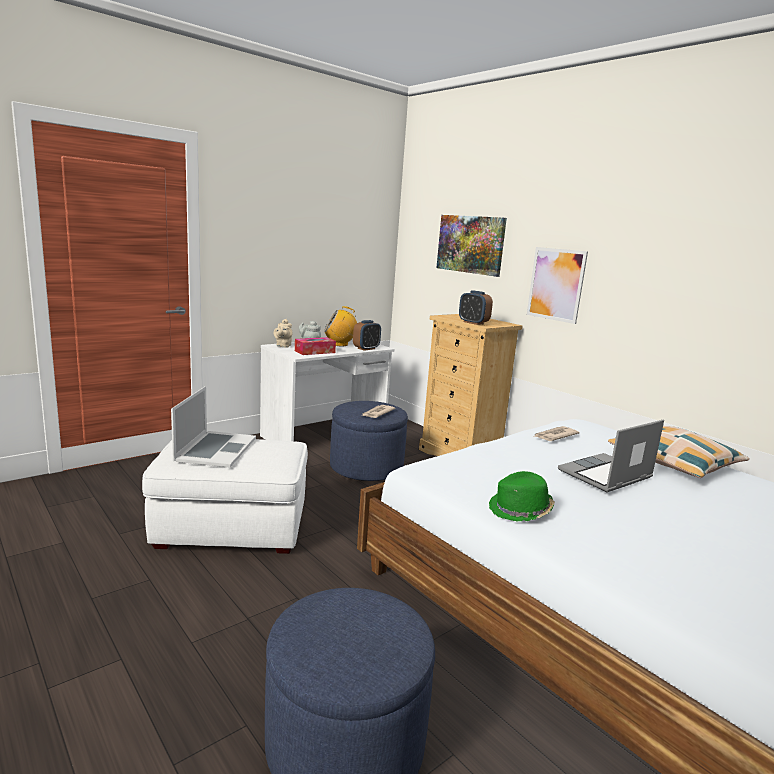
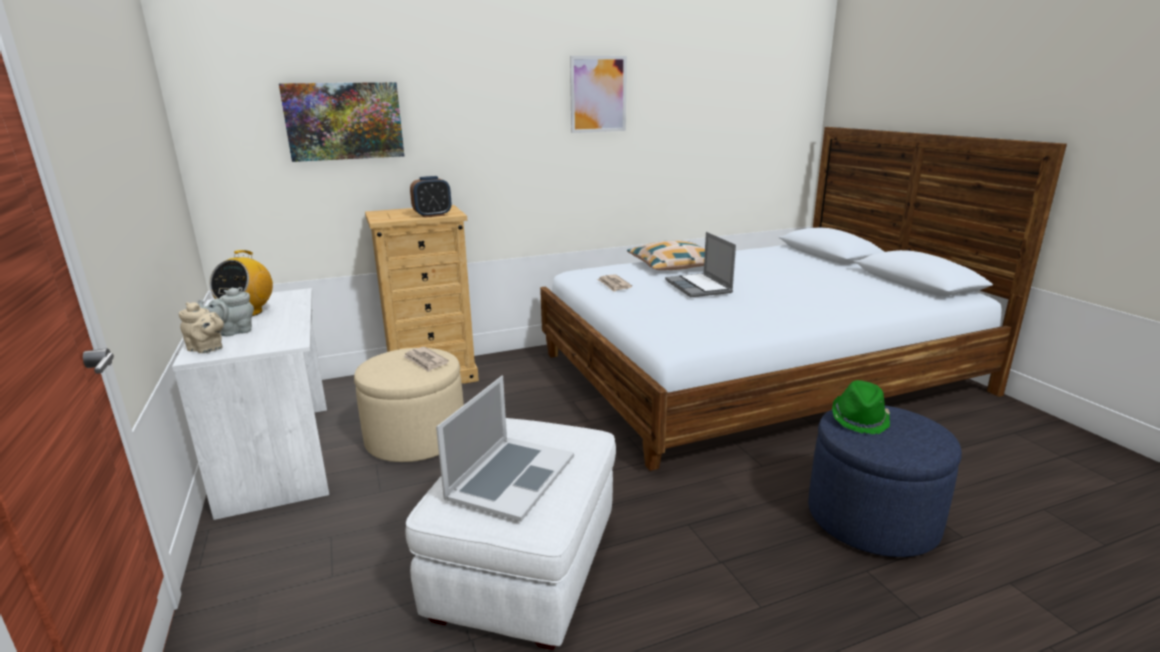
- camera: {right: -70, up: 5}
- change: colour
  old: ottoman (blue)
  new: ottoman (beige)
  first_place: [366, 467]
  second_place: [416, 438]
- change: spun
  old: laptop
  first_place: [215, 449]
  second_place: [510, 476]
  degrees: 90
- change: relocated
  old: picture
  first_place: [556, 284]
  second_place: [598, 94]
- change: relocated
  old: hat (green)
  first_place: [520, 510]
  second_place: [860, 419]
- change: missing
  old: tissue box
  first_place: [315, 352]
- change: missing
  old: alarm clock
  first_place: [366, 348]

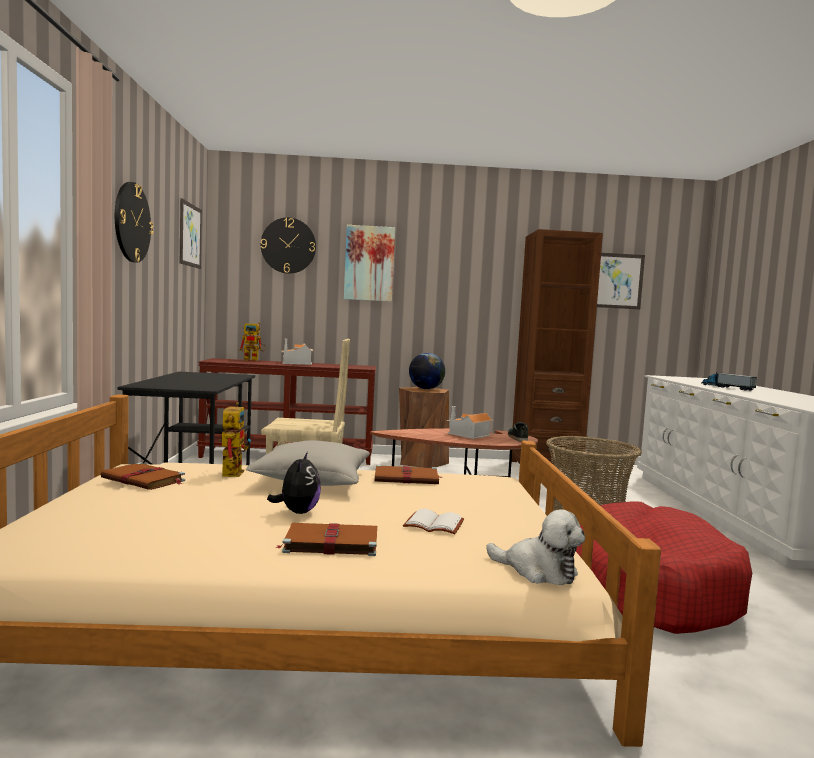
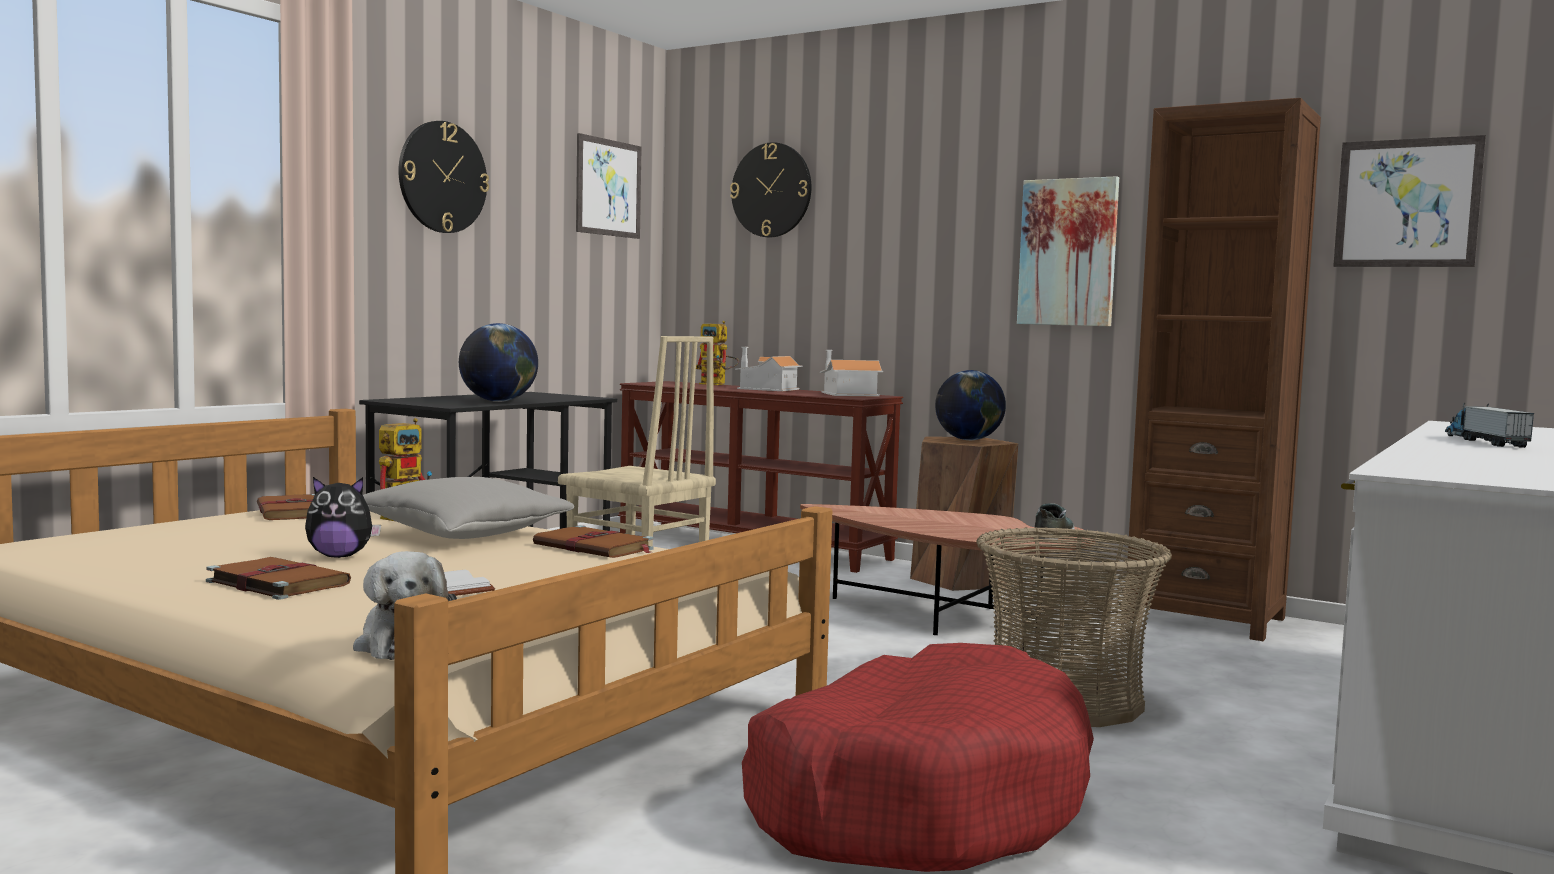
- camera: {right: 35, up: 0}
- change: spun
  old: plush toy
  first_place: [297, 512]
  second_place: [340, 556]
  degrees: 45
- change: appeared
  new: globe
  second_place: [498, 401]
- change: relocated
  old: toy house
  first_place: [468, 435]
  second_place: [846, 394]
- change: relocated
  old: picture
  first_place: [369, 263]
  second_place: [1068, 252]

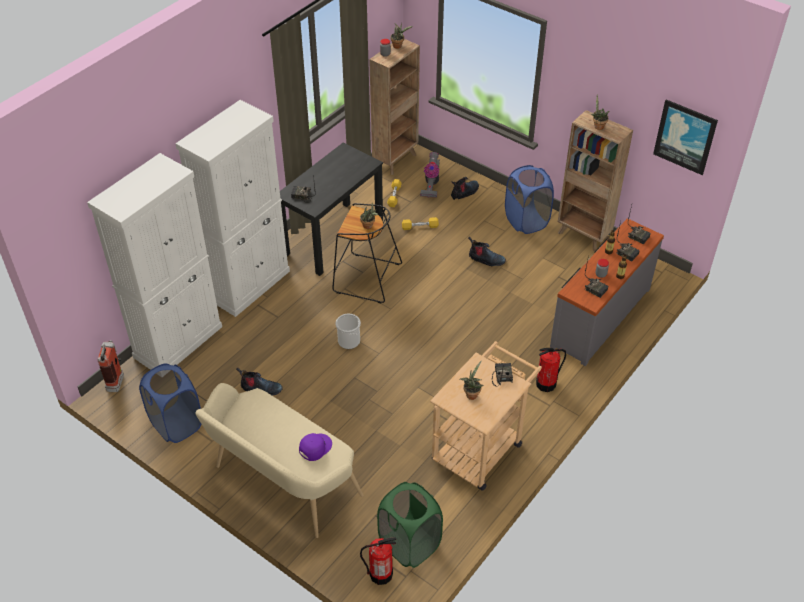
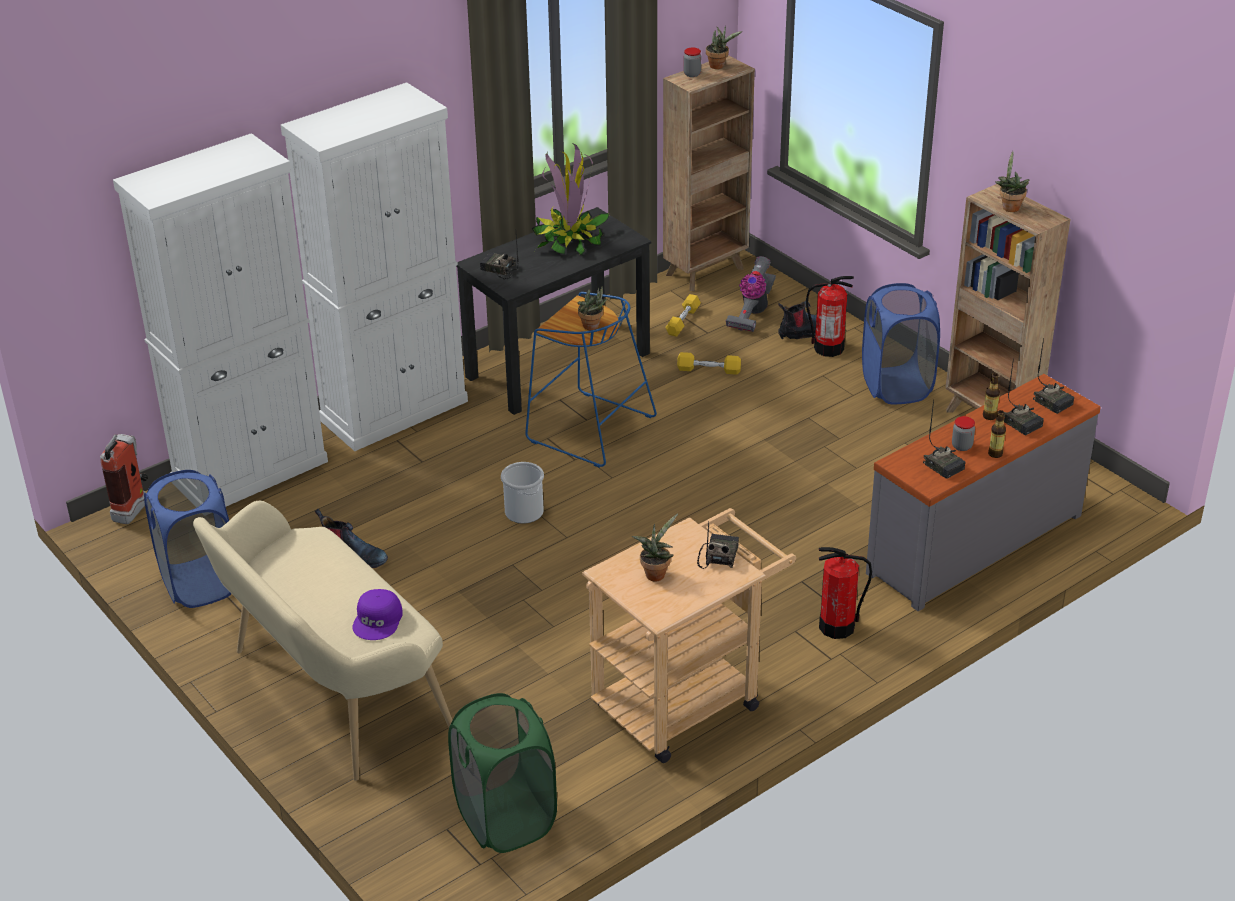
- camera: {right: 15, up: -10}
- change: spun
  old: cap (purple)
  first_place: [315, 447]
  second_place: [378, 620]
  degrees: 135
- change: colour
  old: stool (black)
  new: stool (blue)
  first_place: [366, 278]
  second_place: [588, 429]
- change: appeared
  new: potted plant
  second_place: [569, 240]
- change: relocated
  old: fire extinguisher
  first_place: [380, 574]
  second_place: [828, 348]
- change: missing
  old: boot
  first_place: [486, 260]
- change: missing
  old: picture
  first_place: [685, 136]

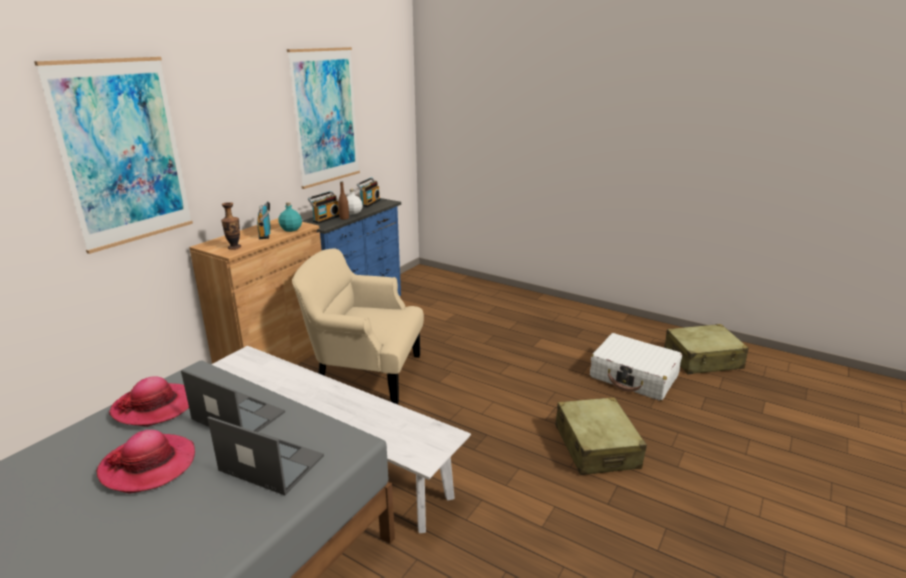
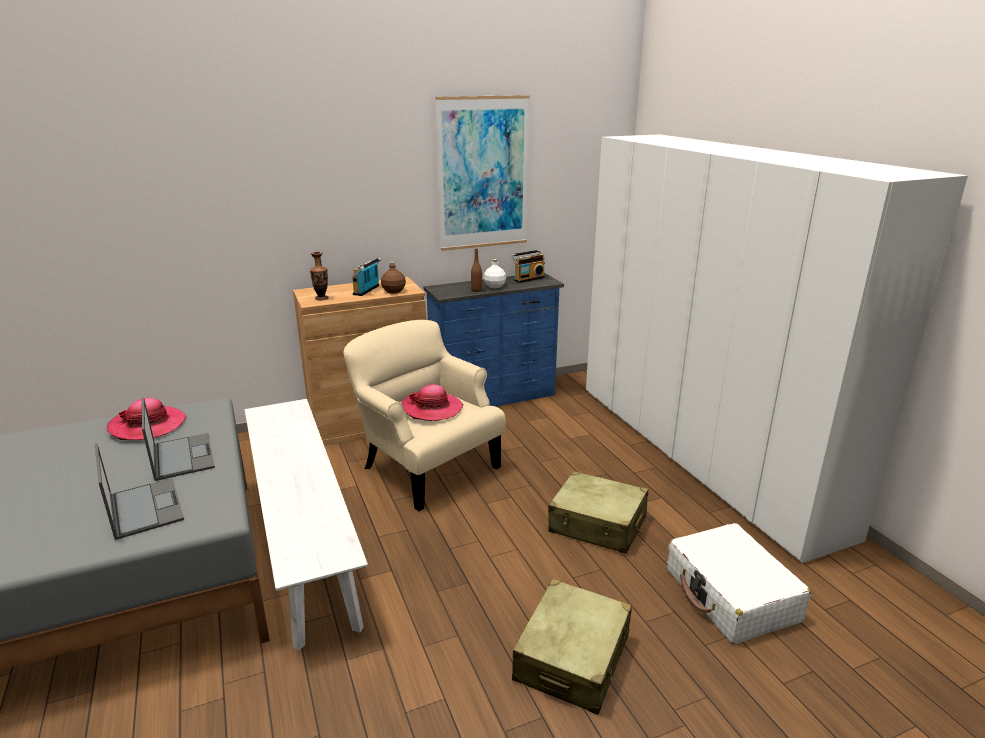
- camera: {right: 35, up: 0}
- change: colour
  old: bottle (turquoise)
  new: bottle (brown)
  first_place: [291, 229]
  second_place: [393, 291]
- change: relocated
  old: hat
  first_place: [149, 465]
  second_place: [432, 408]
- change: relocated
  old: suitcase (beige)
  first_place: [703, 359]
  second_place: [597, 524]
- change: appeared
  new: wardrobe (white)
  second_place: [700, 453]
- change: missing
  old: picture
  first_place: [123, 153]
- change: missing
  old: radio
  first_place: [325, 218]

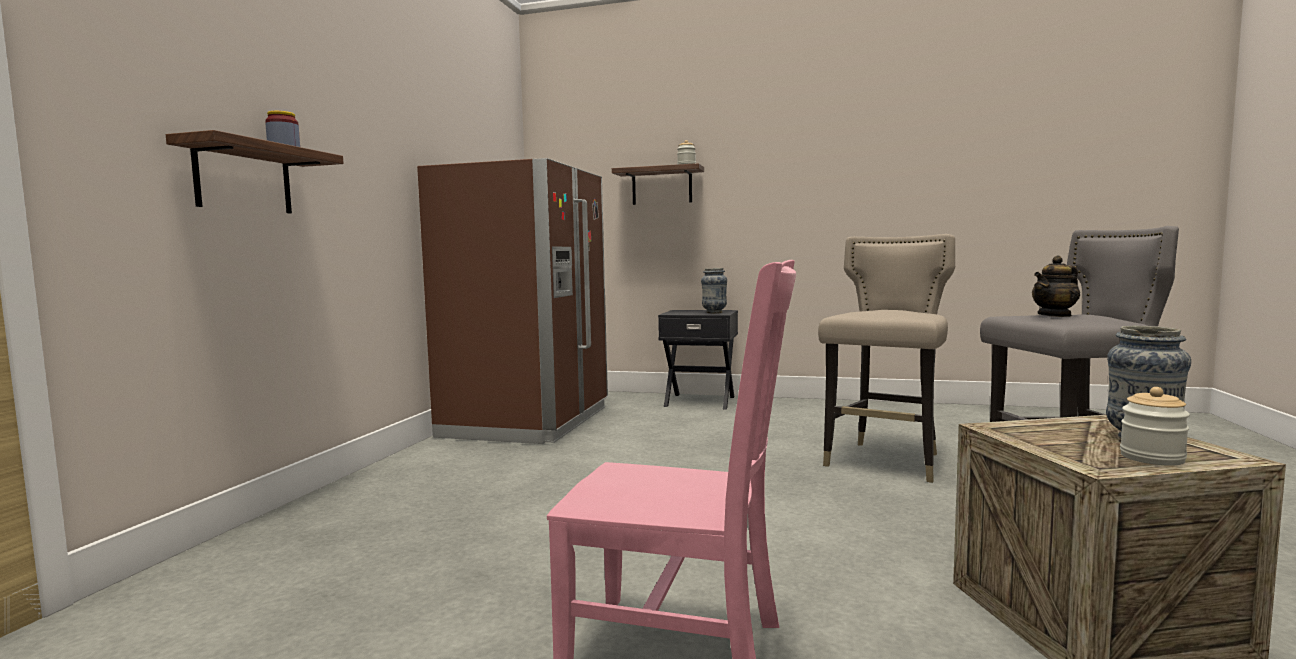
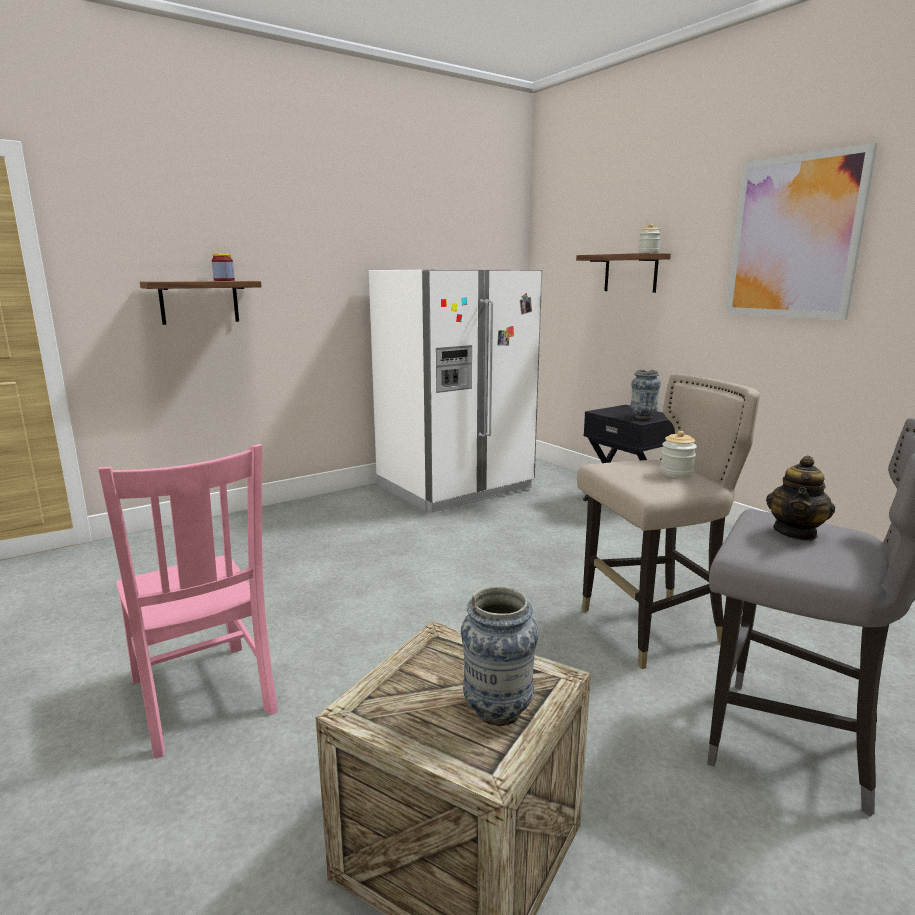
- camera: {right: 40, up: 10}
- change: colour
  old: fridge (brown)
  new: fridge (white)
  first_place: [527, 422]
  second_place: [454, 487]
- change: relocated
  old: jar
  first_place: [1152, 458]
  second_place: [676, 473]
- change: appeared
  new: picture
  second_place: [794, 237]
- change: spun
  old: teapot
  first_place: [1055, 315]
  second_place: [796, 532]
  degrees: -75

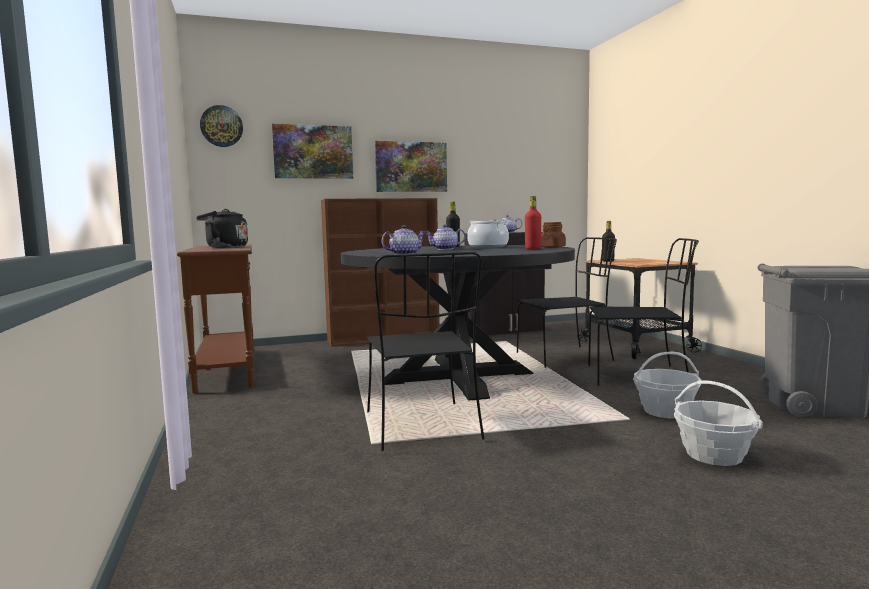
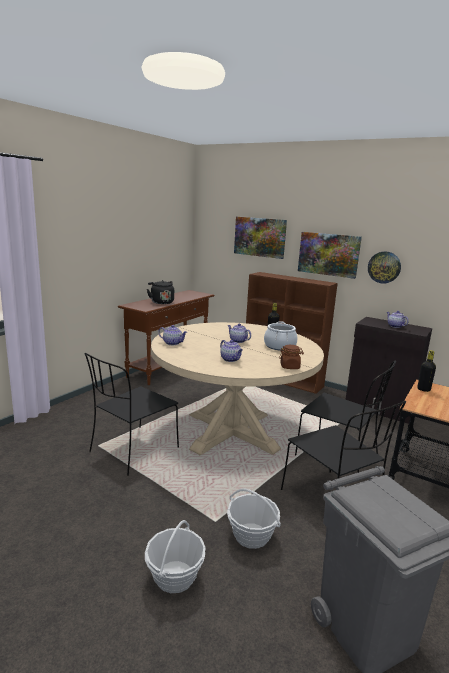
- camera: {right: 50, up: 10}
- change: colour
  old: dining table (black)
  new: dining table (beige)
  first_place: [458, 378]
  second_place: [231, 431]
- change: appeared
  new: teapot
  second_place: [231, 359]
- change: relocated
  old: wall clock
  first_place: [221, 126]
  second_place: [384, 267]
- change: missing
  old: bottle (red)
  first_place: [533, 248]

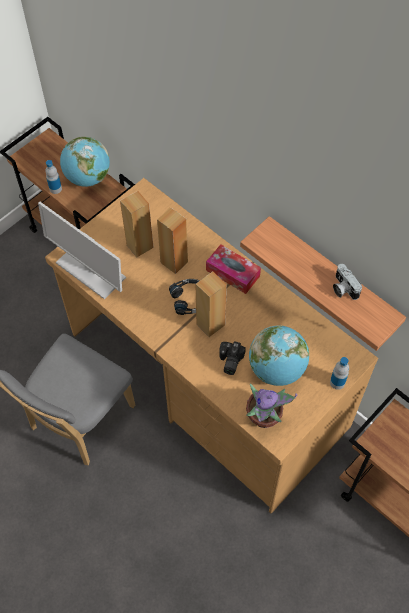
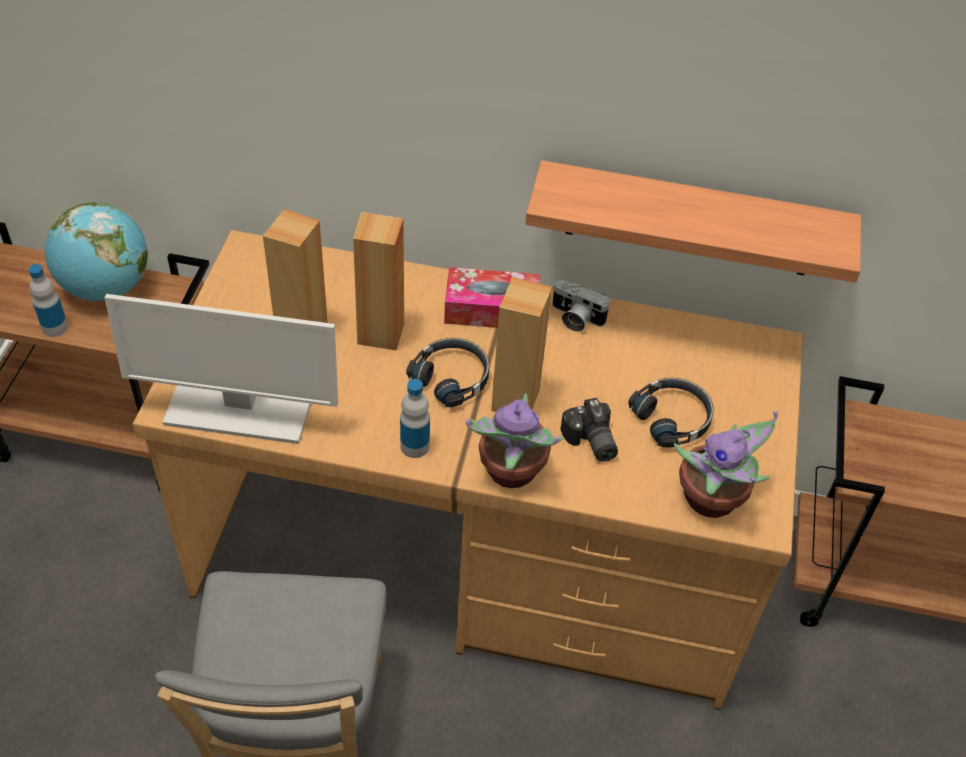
- camera: {right: -35, up: -10}
- change: relocated
  old: bottle
  first_place: [337, 382]
  second_place: [415, 446]
- change: appeared
  new: potted plant
  second_place: [511, 472]
- change: relocated
  old: photo camera
  first_place: [343, 288]
  second_place: [575, 318]
- change: exchanged
  old: globe
  new: headphones (black)
  first_place: [277, 369]
  second_place: [672, 418]

